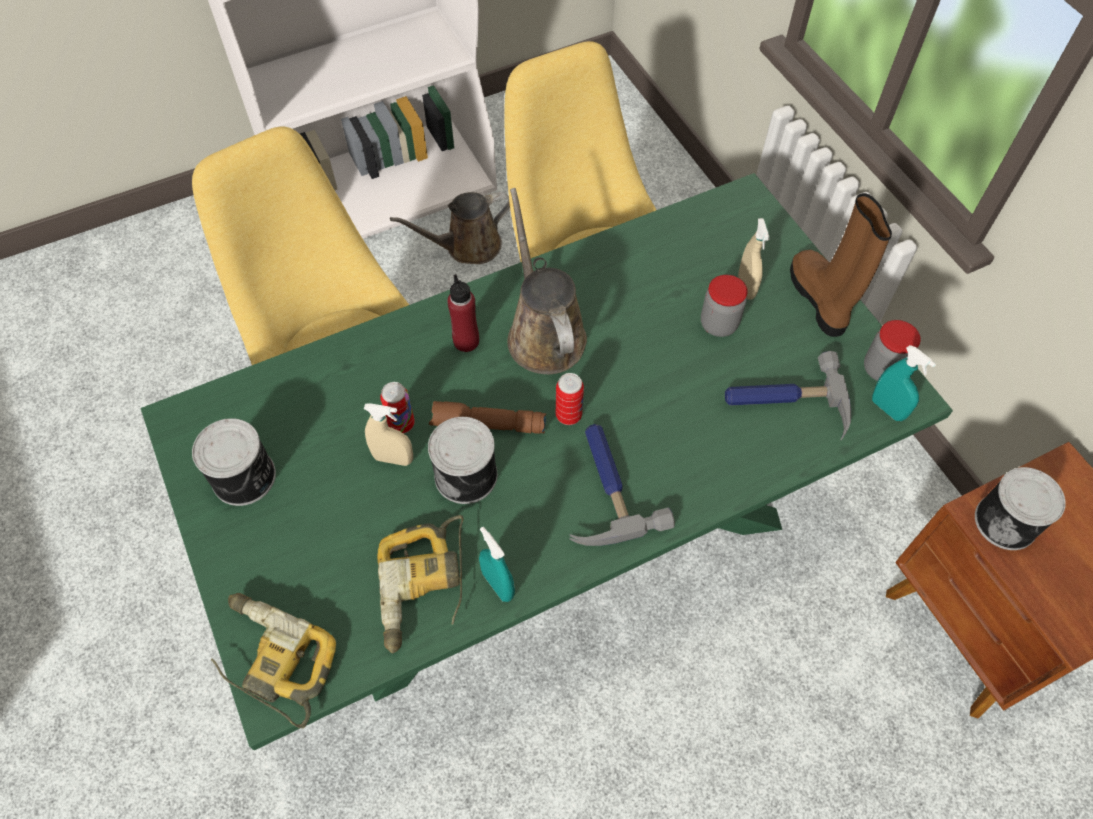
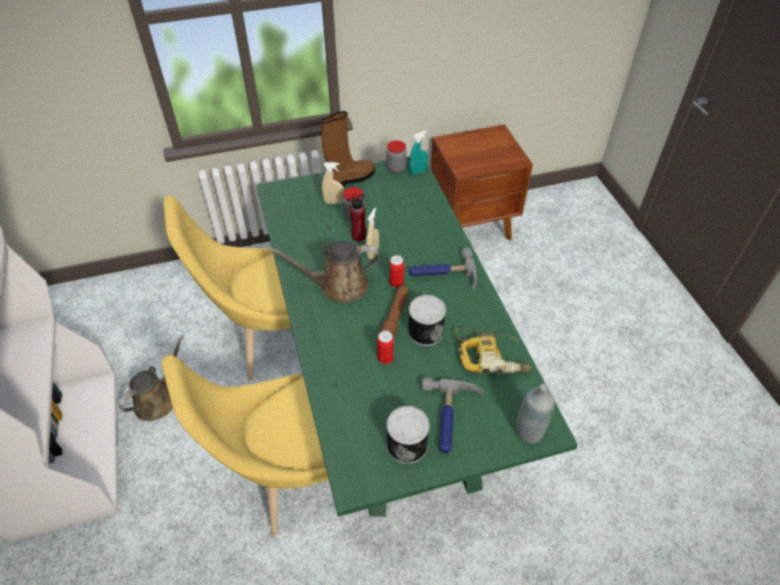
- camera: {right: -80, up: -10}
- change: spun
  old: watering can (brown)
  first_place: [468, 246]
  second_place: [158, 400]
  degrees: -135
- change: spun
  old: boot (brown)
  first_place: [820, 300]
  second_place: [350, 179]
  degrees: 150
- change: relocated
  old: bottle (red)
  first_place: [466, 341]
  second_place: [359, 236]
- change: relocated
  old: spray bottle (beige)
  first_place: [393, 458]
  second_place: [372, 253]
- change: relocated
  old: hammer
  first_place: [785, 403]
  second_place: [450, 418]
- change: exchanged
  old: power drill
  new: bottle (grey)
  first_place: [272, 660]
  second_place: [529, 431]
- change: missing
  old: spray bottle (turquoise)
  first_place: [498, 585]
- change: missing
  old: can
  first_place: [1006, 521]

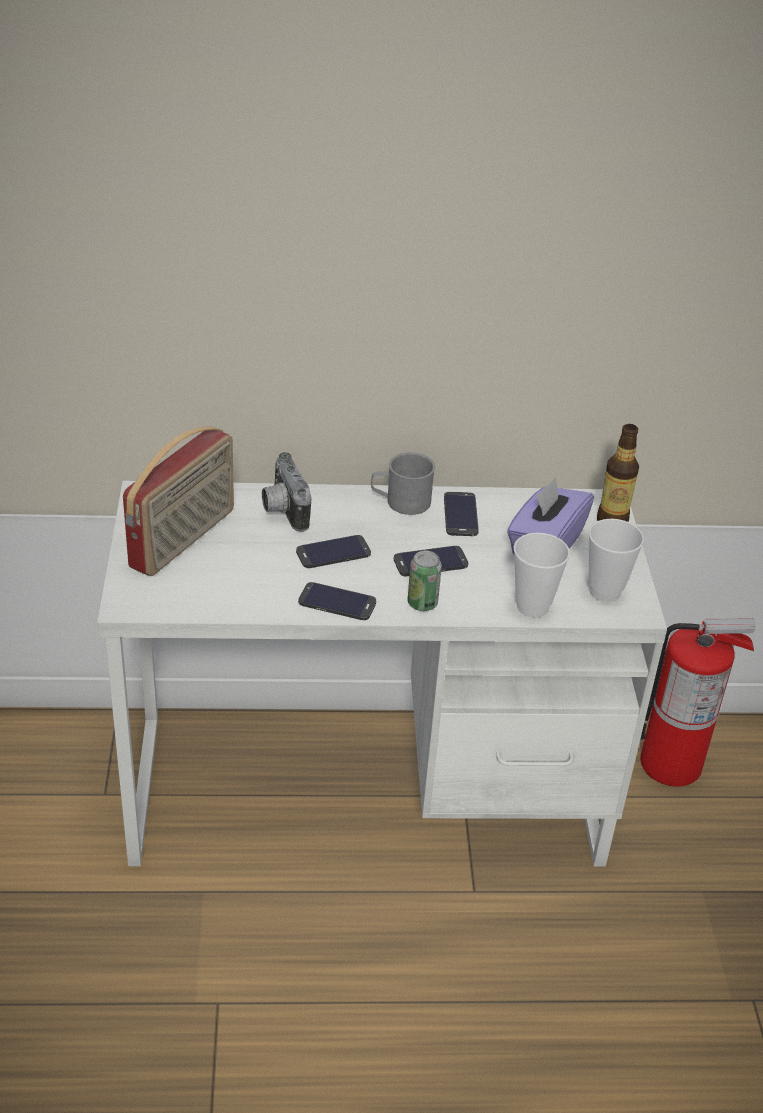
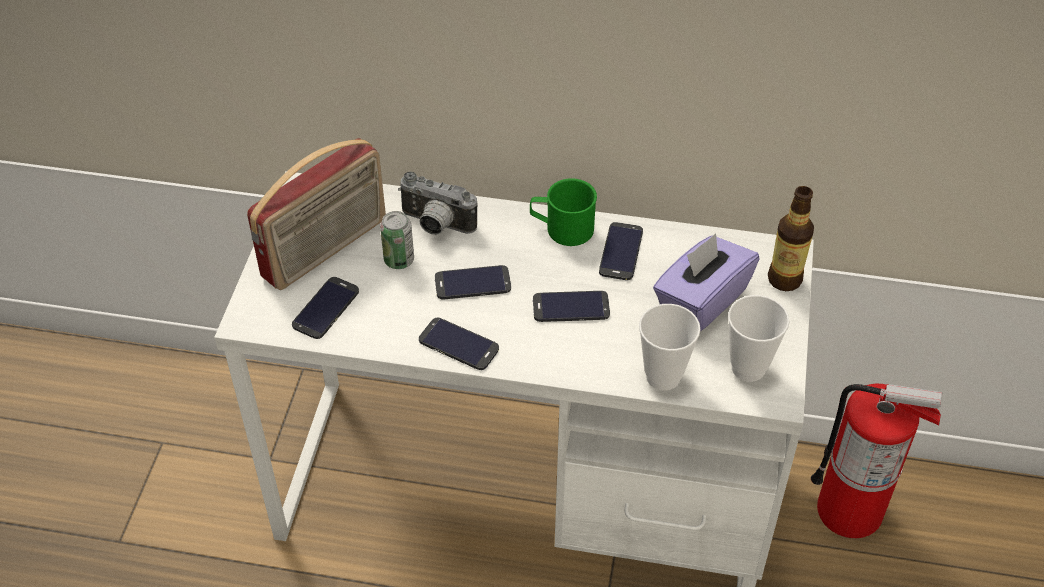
- camera: {right: 15, up: 10}
- change: appeared
  new: phone
  second_place: [326, 308]
- change: relocated
  old: can
  first_place: [422, 603]
  second_place: [399, 260]
- change: spun
  old: photo camera
  first_place: [282, 510]
  second_place: [435, 225]
  degrees: -60
- change: colour
  old: mug (grey)
  new: mug (green)
  first_place: [401, 502]
  second_place: [562, 228]

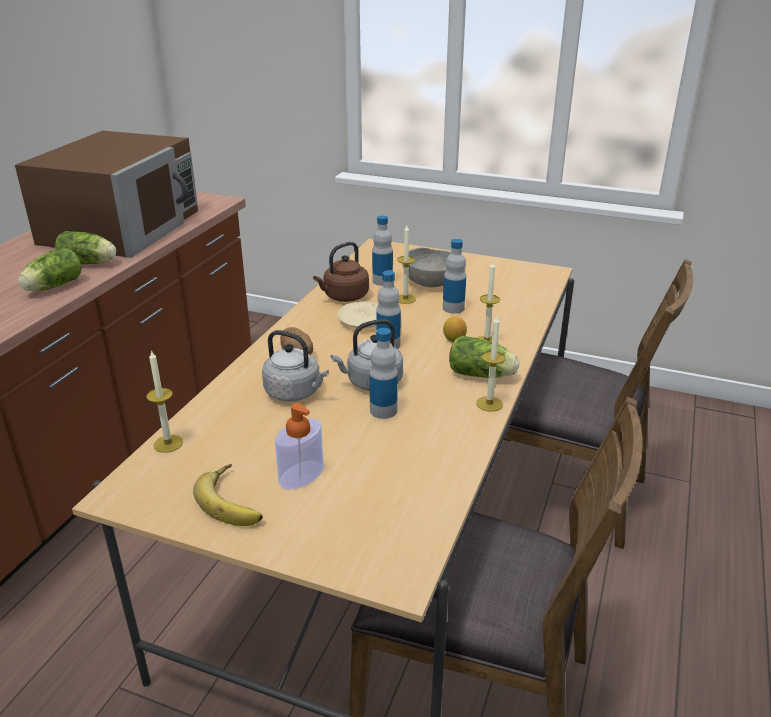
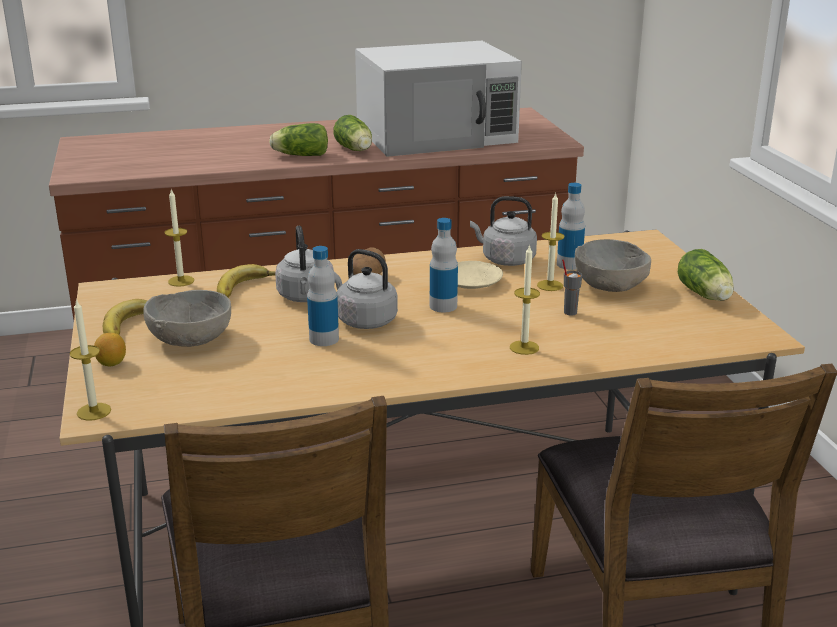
- camera: {right: 55, up: -5}
- change: relocated
  old: candle
  first_place: [489, 404]
  second_place: [94, 411]
- change: relocated
  old: lemon
  first_place: [454, 340]
  second_place: [111, 363]
- change: exchanged
  old: soap dispenser
  new: bowl (grey)
  first_place: [301, 475]
  second_place: [191, 338]
- change: appeared
  new: banana
  second_place: [247, 289]
- change: colour
  old: microwave (brown)
  new: microwave (white)
  first_place: [123, 226]
  second_place: [437, 134]
- change: colour
  old: kettle (brown)
  new: kettle (grey)
  first_place: [344, 297]
  second_place: [505, 260]
- change: exchanged
  old: bottle
  new: cup (grey)
  first_place: [453, 308]
  second_place: [570, 312]
- change: relocated
  old: lettuce
  first_place: [483, 375]
  second_place: [705, 295]

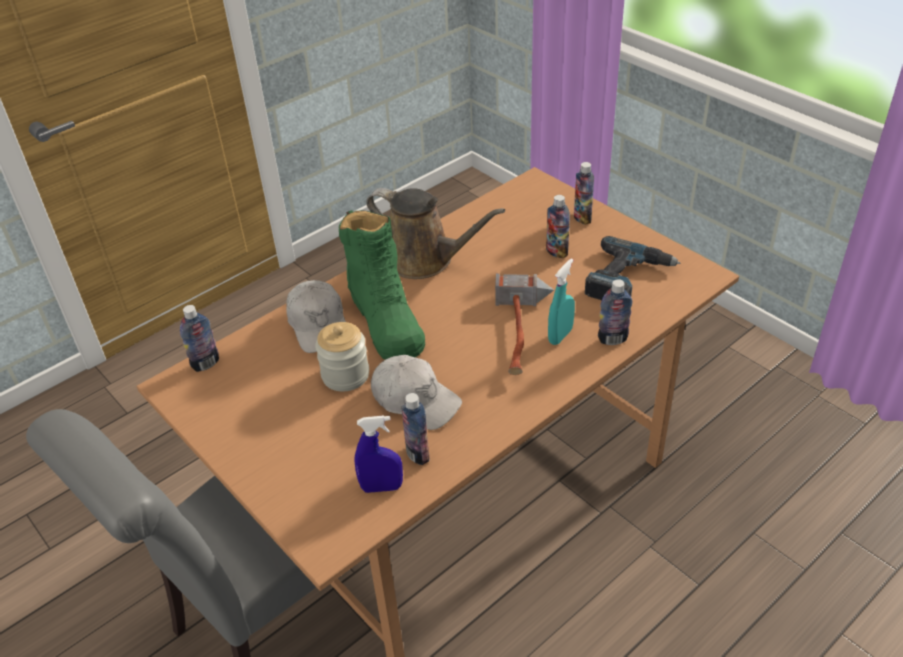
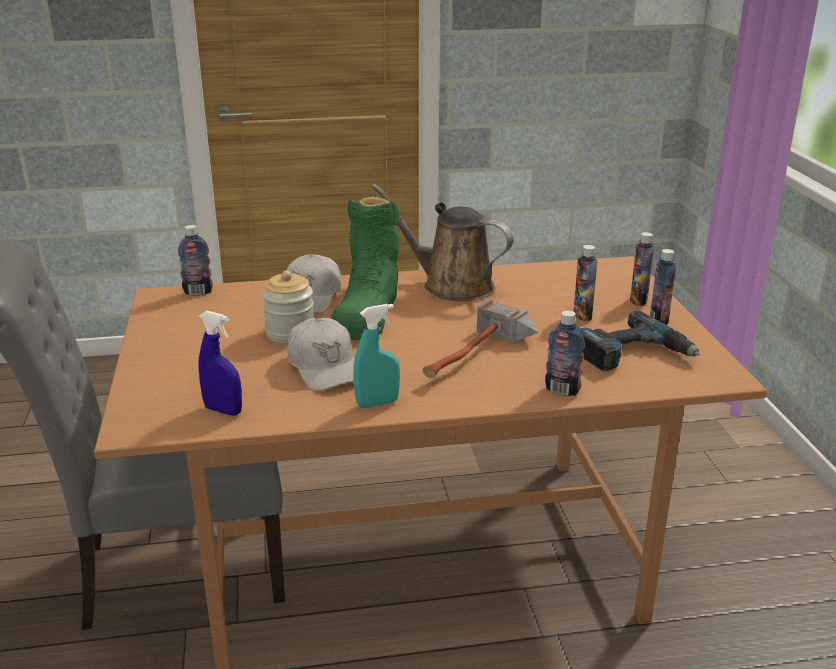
- camera: {right: 30, up: -15}
- change: relocated
  old: spray bottle (turquoise)
  first_place: [560, 336]
  second_place: [377, 403]
- change: spun
  old: watering can (brown)
  first_place: [425, 260]
  second_place: [451, 285]
  degrees: 150
- change: relocated
  old: bottle
  first_place: [417, 454]
  second_place: [659, 320]

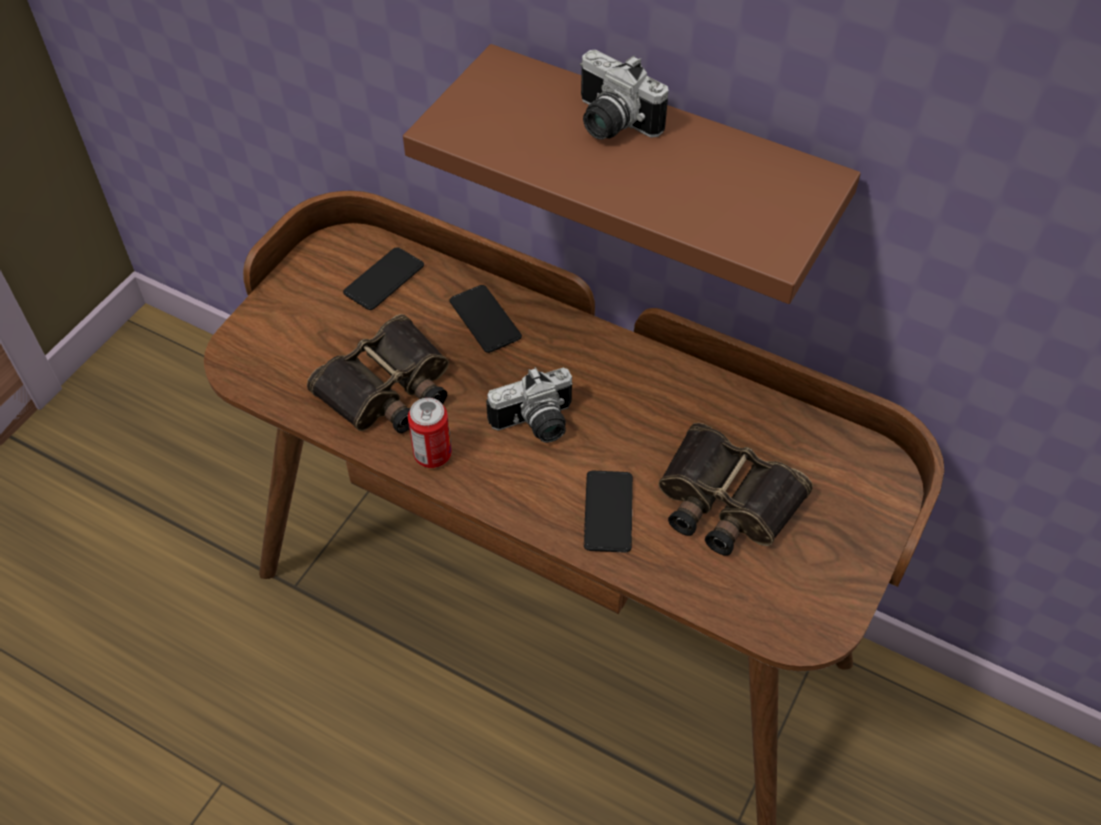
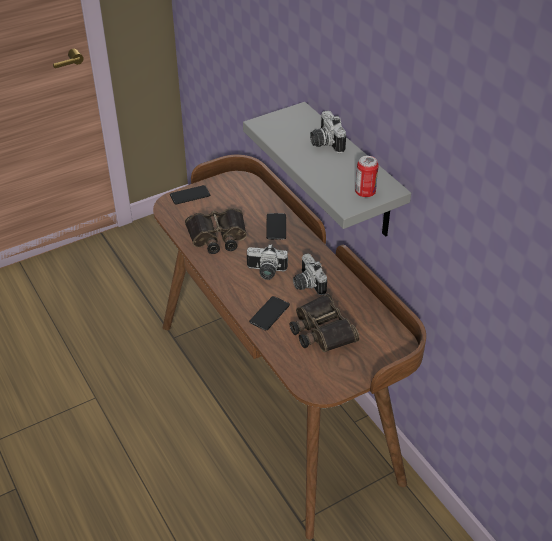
- camera: {right: 30, up: -10}
- change: relocated
  old: phone
  first_place: [384, 279]
  second_place: [190, 195]
- change: colour
  old: shelf (brown)
  new: shelf (grey)
  first_place: [660, 165]
  second_place: [352, 173]
- change: appeared
  new: photo camera
  second_place: [306, 284]
- change: relocated
  old: can
  first_place: [432, 454]
  second_place: [365, 193]

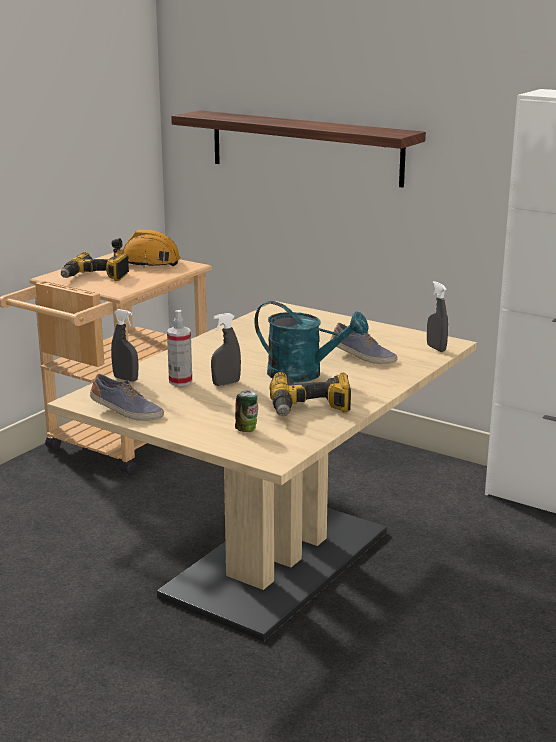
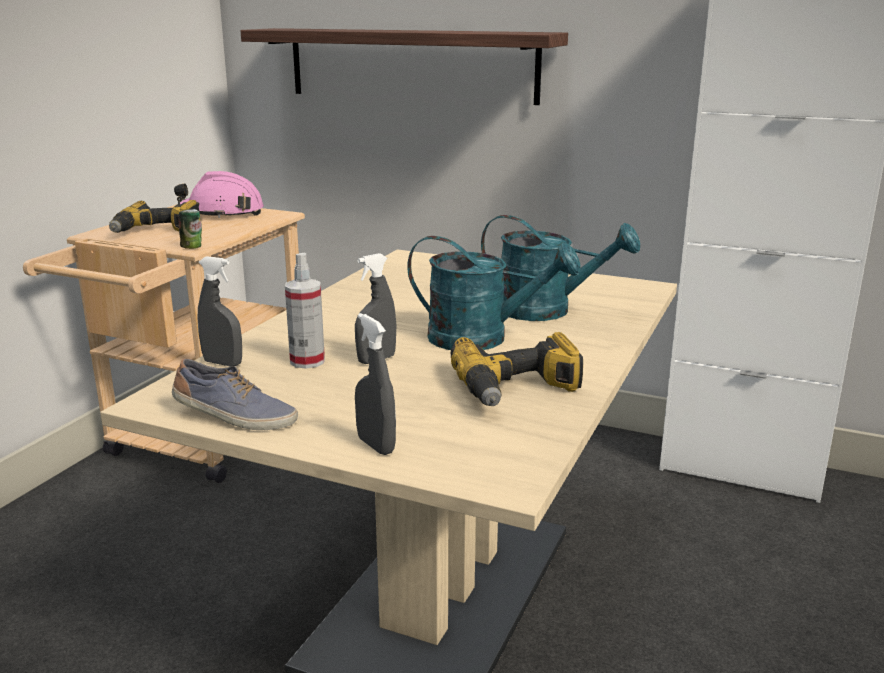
- camera: {right: -10, up: 0}
- change: colour
  old: hard hat (orange)
  new: hard hat (pink)
  first_place: [147, 262]
  second_place: [222, 213]
- change: relocated
  old: can
  first_place: [247, 429]
  second_place: [193, 247]
- change: relocated
  old: spray bottle (grey)
  first_place: [436, 348]
  second_place: [376, 445]
- change: exchanged
  old: shoe
  new: watering can (turquoise)
  first_place: [362, 357]
  second_place: [547, 311]

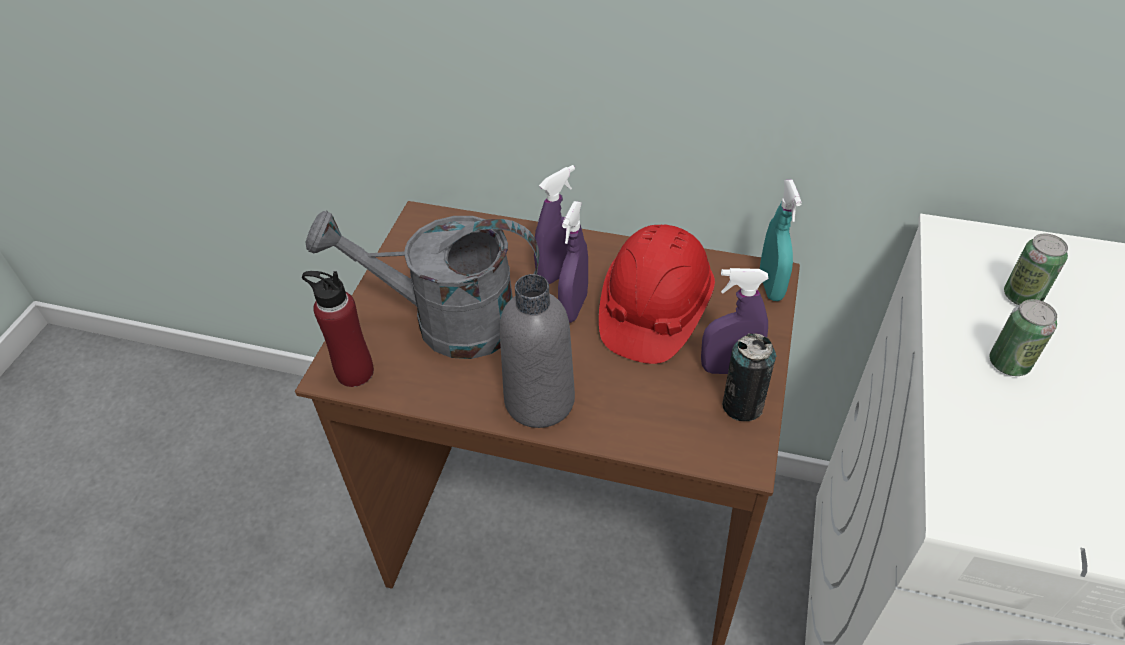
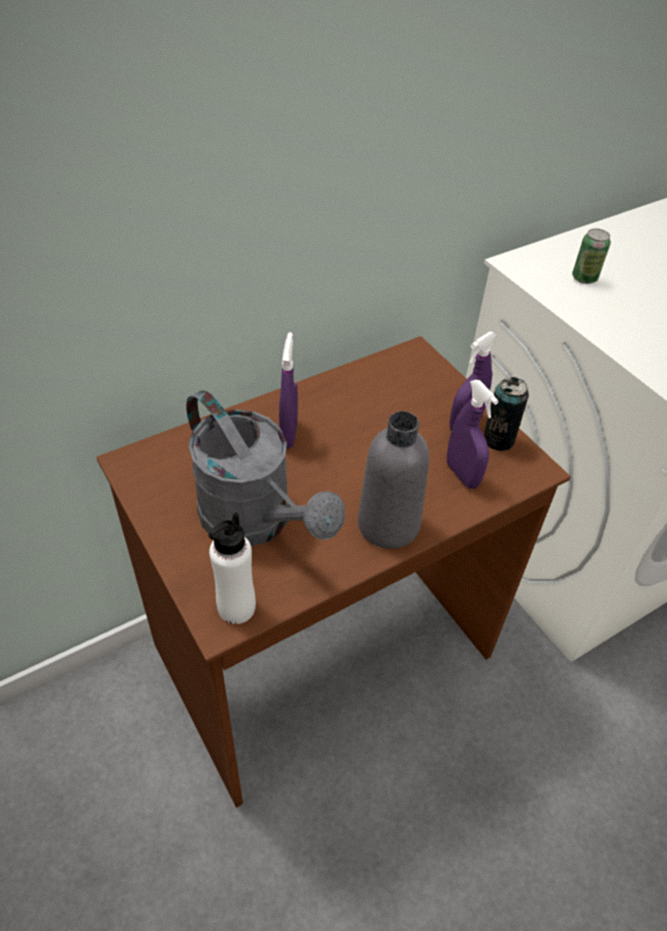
- camera: {right: -50, up: 0}
- change: spun
  old: watering can (grey)
  first_place: [447, 322]
  second_place: [256, 521]
  degrees: -90
- change: colour
  old: bottle (red)
  new: bottle (white)
  first_place: [354, 372]
  second_place: [236, 607]
- change: relocated
  old: spray bottle (purple)
  first_place: [573, 307]
  second_place: [462, 475]
- change: missing
  old: hard hat (red)
  first_place: [653, 312]
- change: missing
  old: spray bottle (turquoise)
  first_place: [770, 286]
- change: missing
  old: can
  first_place: [1008, 363]

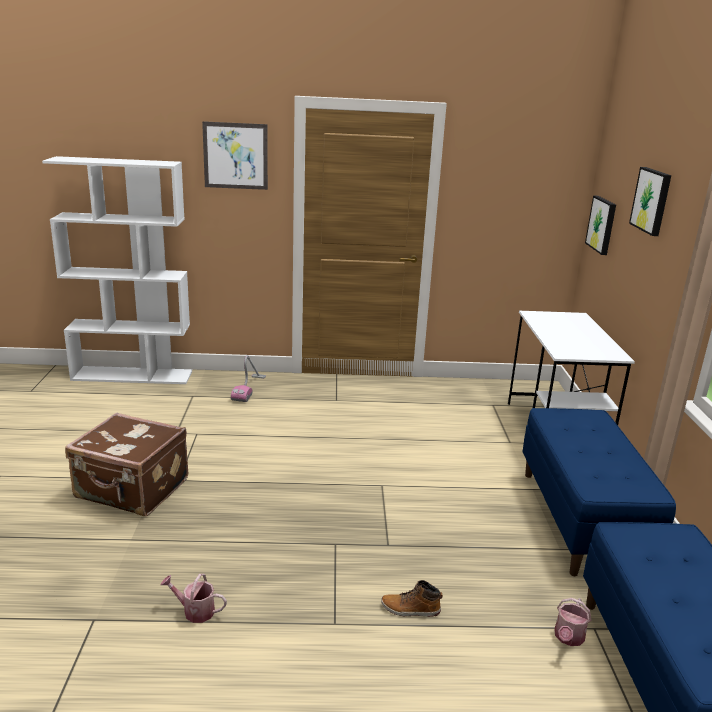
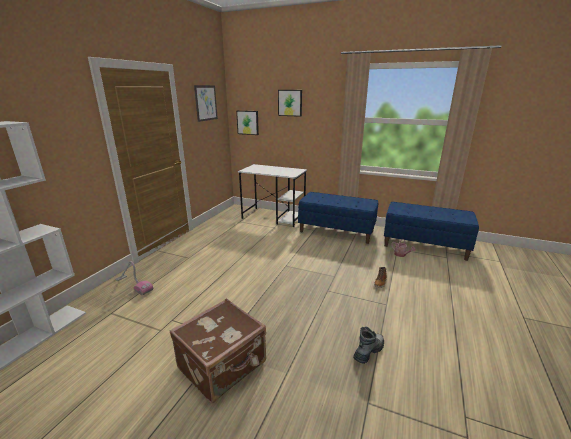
- camera: {right: -65, up: 0}
- change: relocated
  old: picture
  first_place: [235, 156]
  second_place: [206, 103]
- change: exchanged
  old: watering can
  new: boot
  first_place: [195, 611]
  second_place: [368, 351]

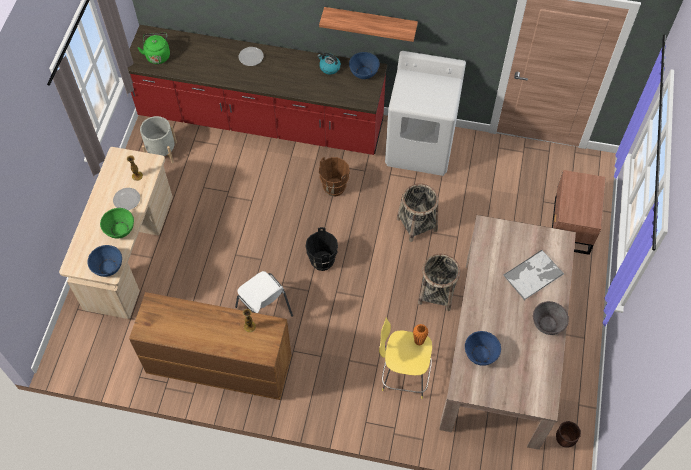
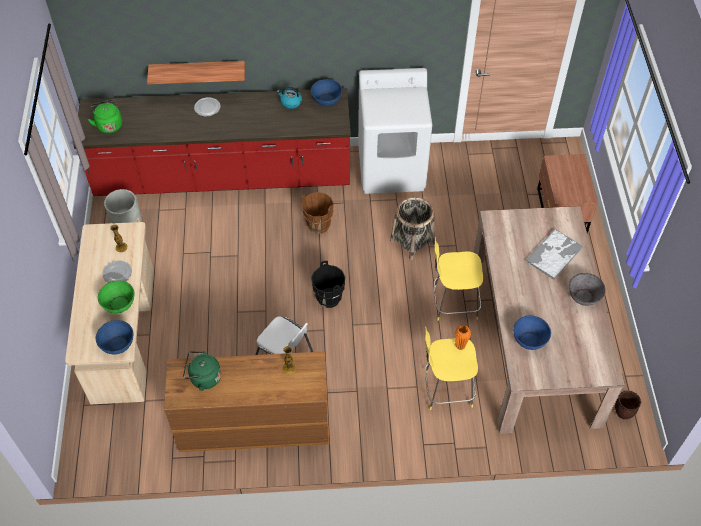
- camera: {right: -15, up: -5}
- change: relocated
  old: shelf
  first_place: [370, 22]
  second_place: [198, 71]
- change: appeared
  new: kettle (green)
  second_place: [203, 378]
- change: exchanged
  old: basket
  new: stool (yellow)
  first_place: [437, 293]
  second_place: [453, 303]

